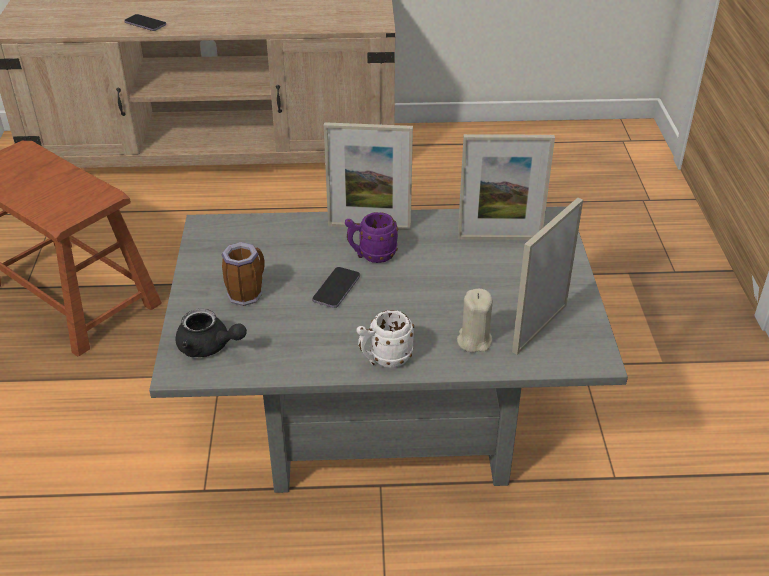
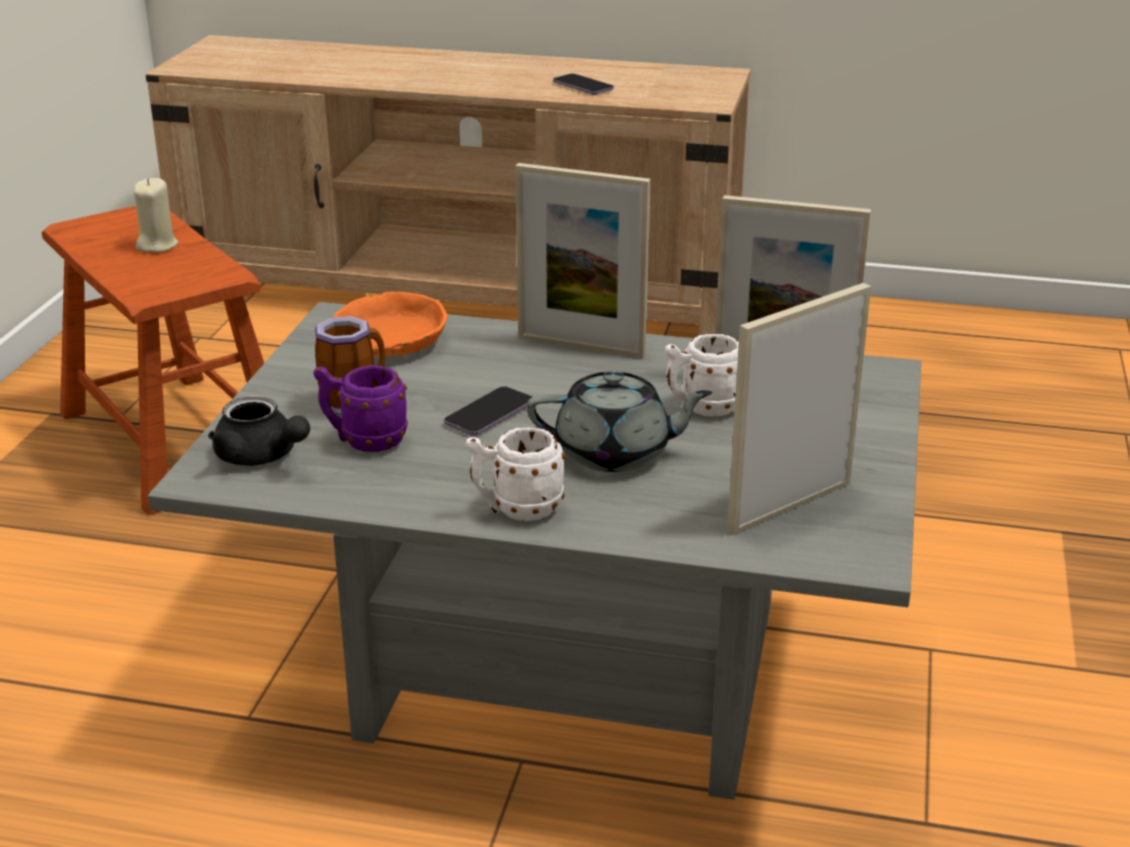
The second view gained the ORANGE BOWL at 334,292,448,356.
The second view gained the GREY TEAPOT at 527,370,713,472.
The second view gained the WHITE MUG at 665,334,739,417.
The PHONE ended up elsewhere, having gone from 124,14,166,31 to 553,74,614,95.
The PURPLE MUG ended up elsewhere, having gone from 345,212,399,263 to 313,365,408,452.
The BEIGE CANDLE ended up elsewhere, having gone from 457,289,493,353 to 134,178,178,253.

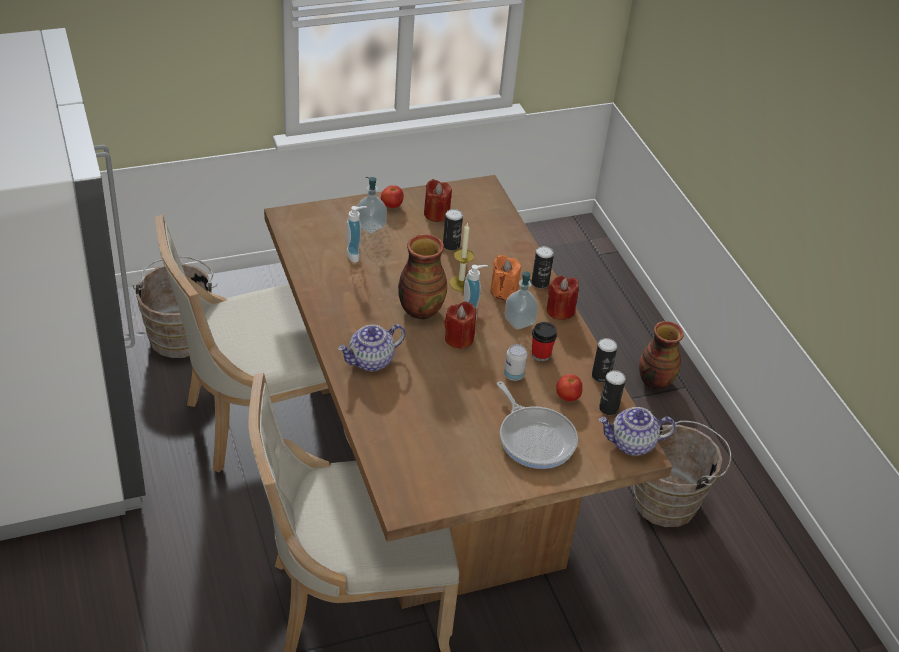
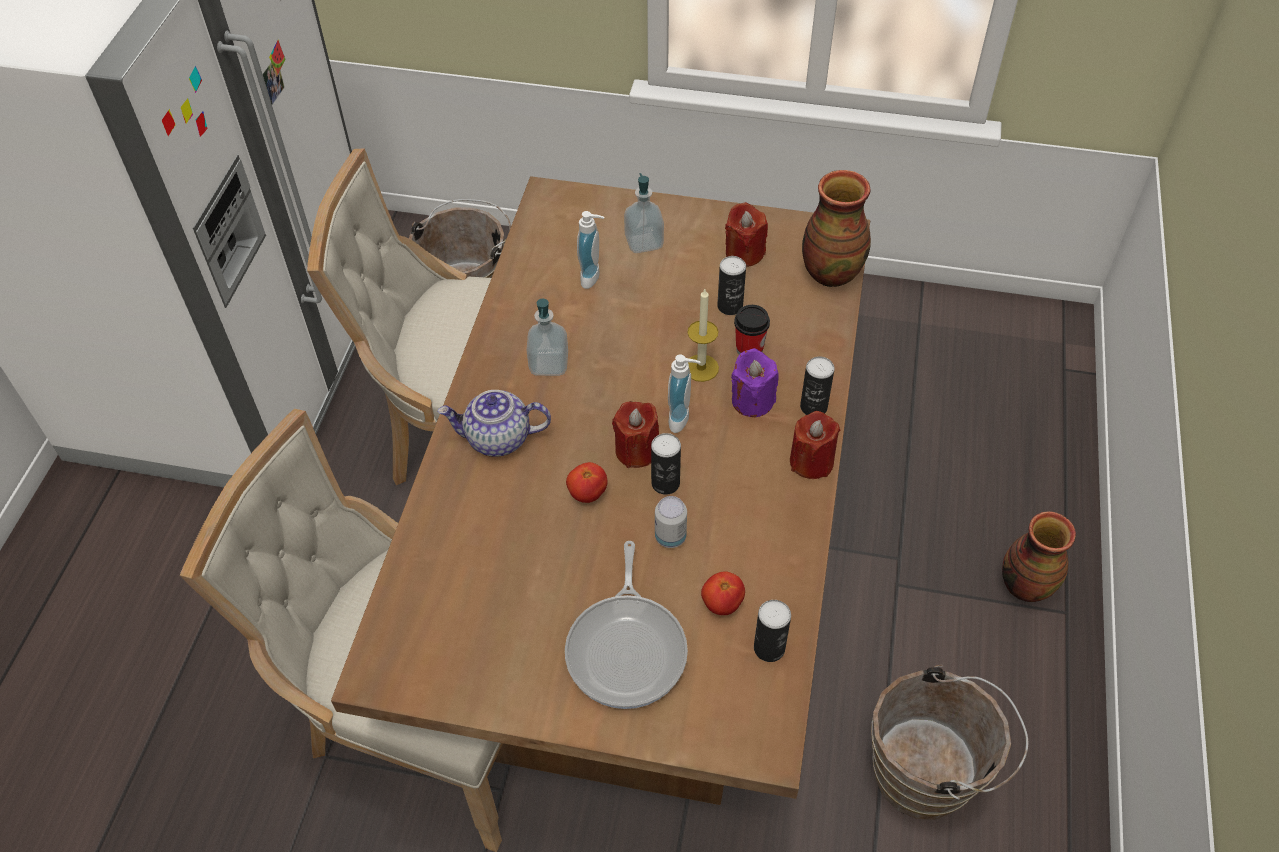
The second view lost the TEAPOT at 598,407,676,456.
The TOMATO ended up elsewhere, having gone from 381,185,404,208 to 566,462,608,503.
The VASE ended up elsewhere, having gone from 398,234,447,319 to 802,170,871,287.
The SOAP DISPENSER ended up elsewhere, having gone from 505,271,538,330 to 526,299,568,376.
The CUP ended up elsewhere, having gone from 532,322,557,362 to 734,305,770,355.
The CAN ended up elsewhere, having gone from 592,338,617,382 to 651,433,681,495.
What was the ORANGE CANDLE at 490,255,521,300 turned into the PURPLE CANDLE at 731,348,779,417.

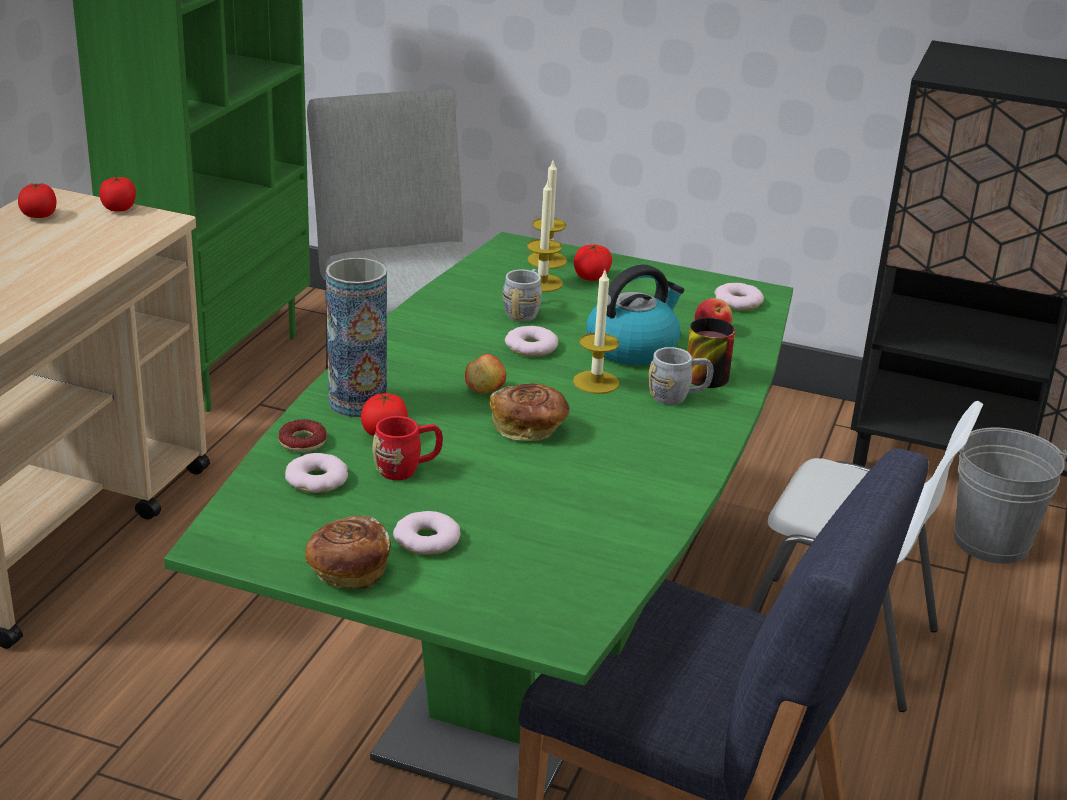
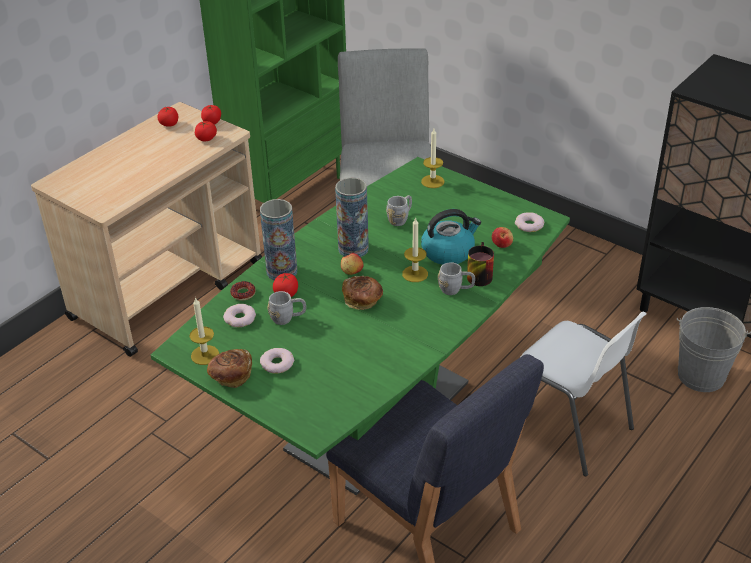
The second view lost the DONUT at 505,326,558,357.
The second view gained the VASE at 335,178,369,257.
The CANDLE ended up elsewhere, having gone from 527,179,563,292 to 189,297,219,365.
The TOMATO ended up elsewhere, having gone from 574,244,612,281 to 195,121,217,142.
What was the RED MUG at 372,416,443,480 turned into the GREY MUG at 267,291,306,325.

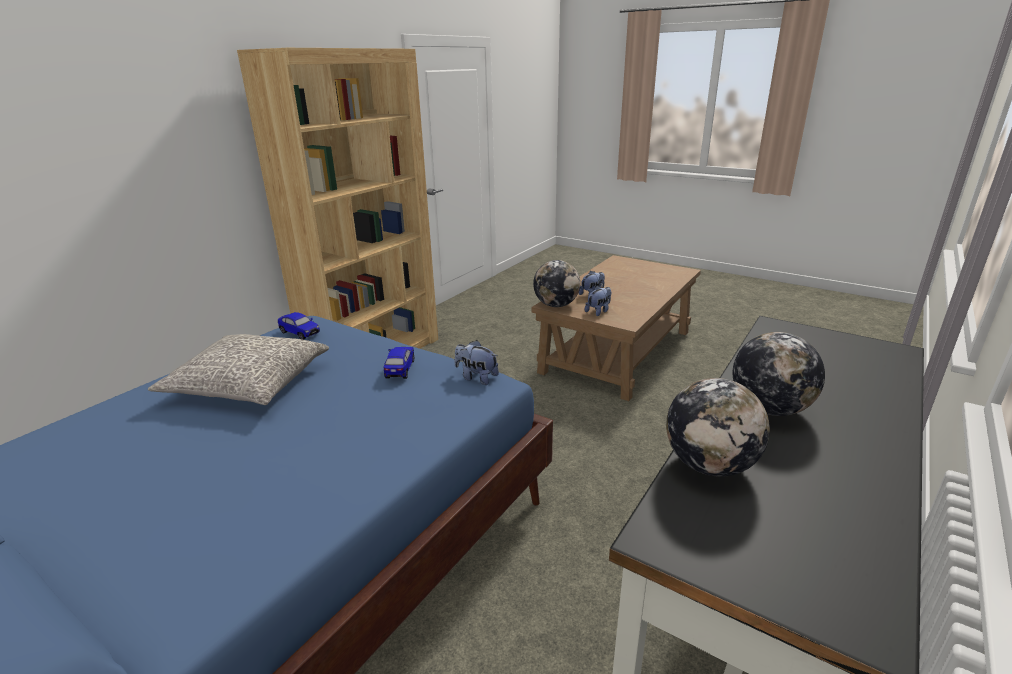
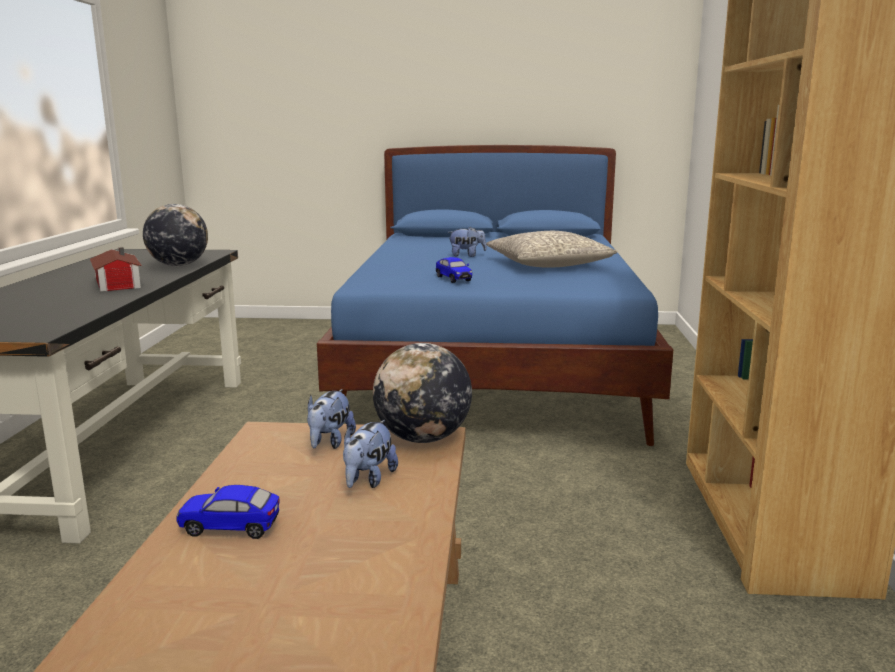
The TOY CAR ended up elsewhere, having gone from 278,312,320,340 to 176,485,279,539.
The PLUSH TOY ended up elsewhere, having gone from 454,340,499,385 to 448,227,487,257.
Where the GLOBE stood at 733,332,825,416, the TOY HOUSE came to stand at 90,247,142,292.

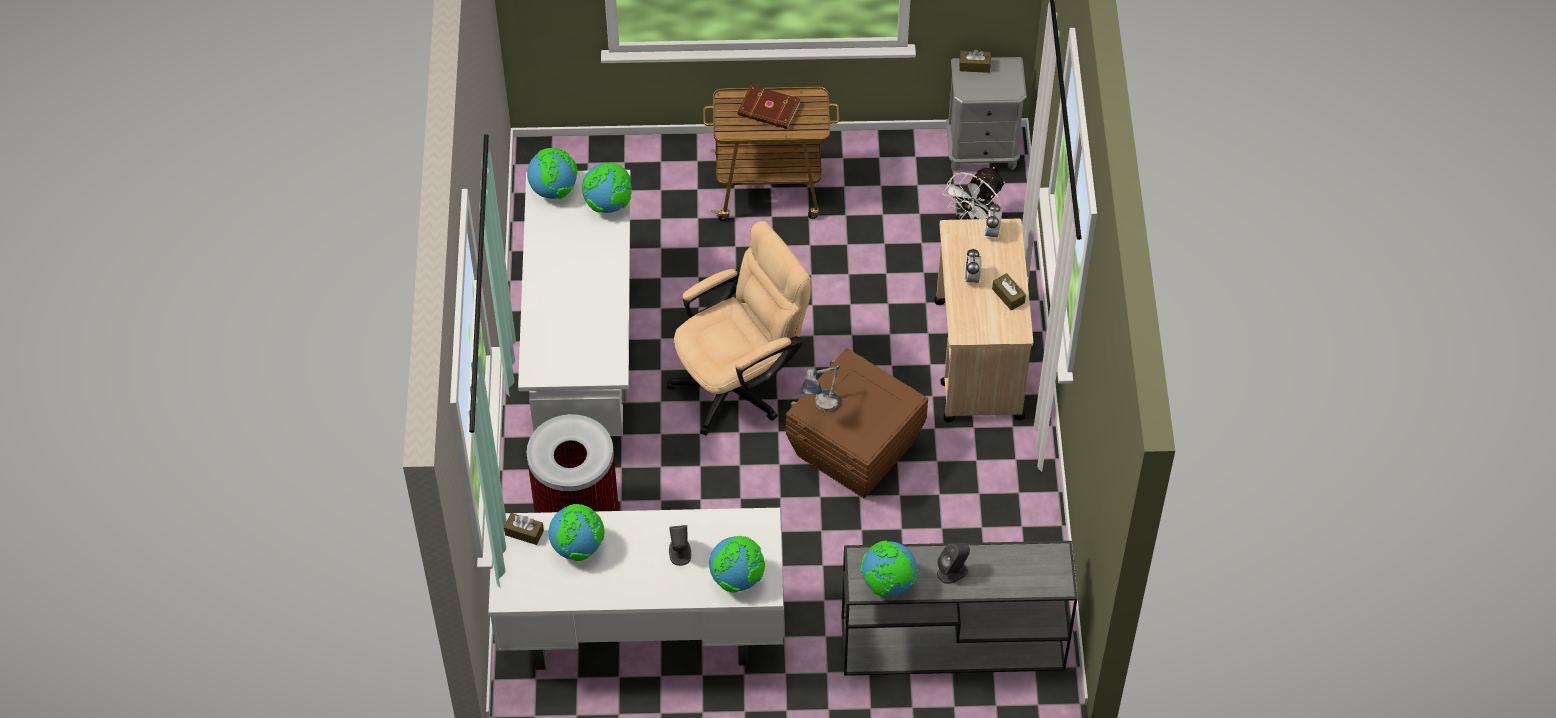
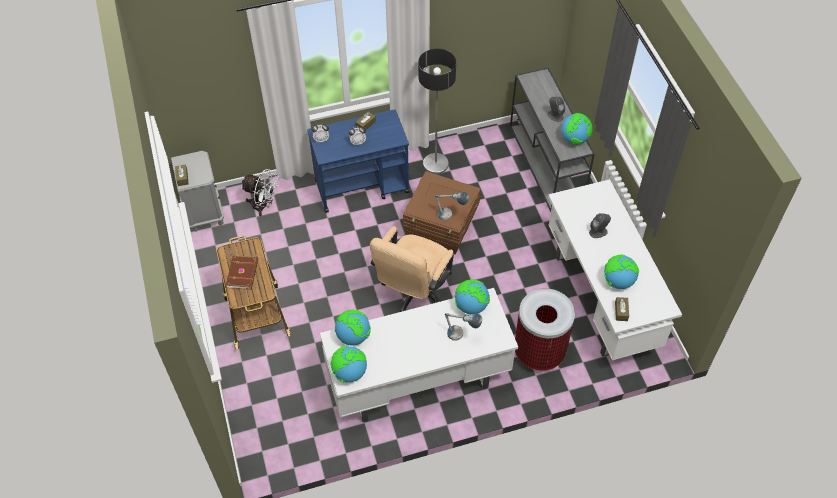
The second view gained the FLOOR LAMP at 418,49,456,174.
The second view gained the TABLE LAMP at 445,313,482,341.
The GLOBE ended up elsewhere, having gone from 709,536,765,593 to 454,279,490,315.
What was the BEIGE CART at 935,219,1033,422 turned into the BLUE CART at 307,109,409,213.
The BEIGE OFFICE CHAIR at 666,221,811,436 ended up facing another way, 105 degrees counterclockwise from before.

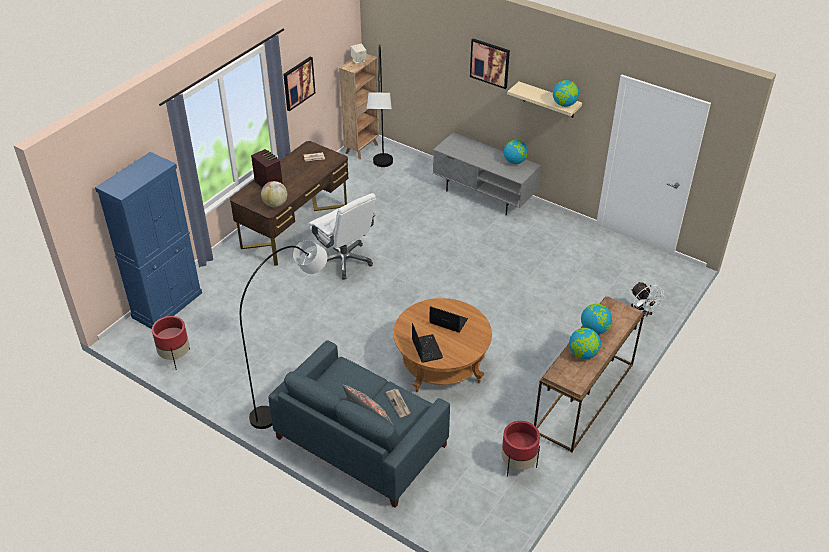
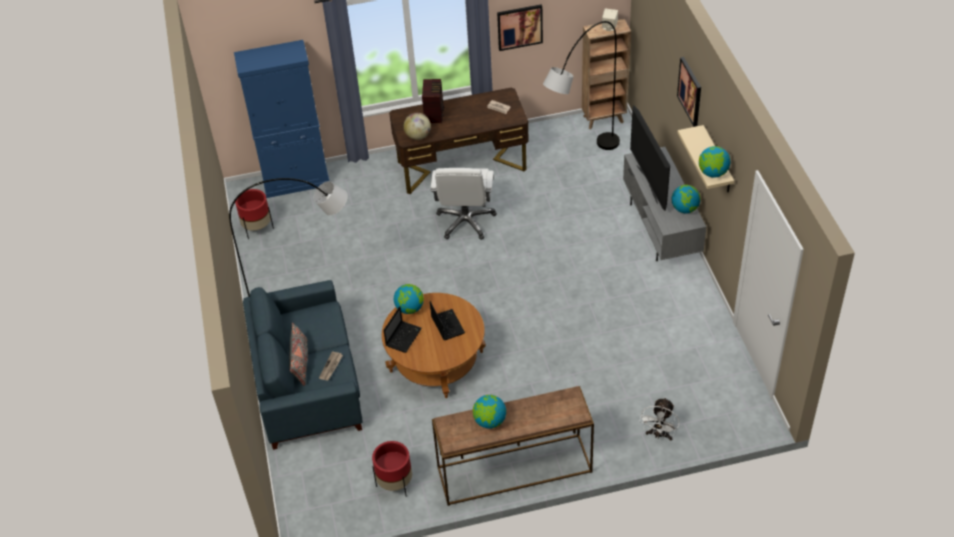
The second view gained the TELEVISION at 630,105,670,210.
The GLOBE ended up elsewhere, having gone from 581,304,612,334 to 394,284,424,314.

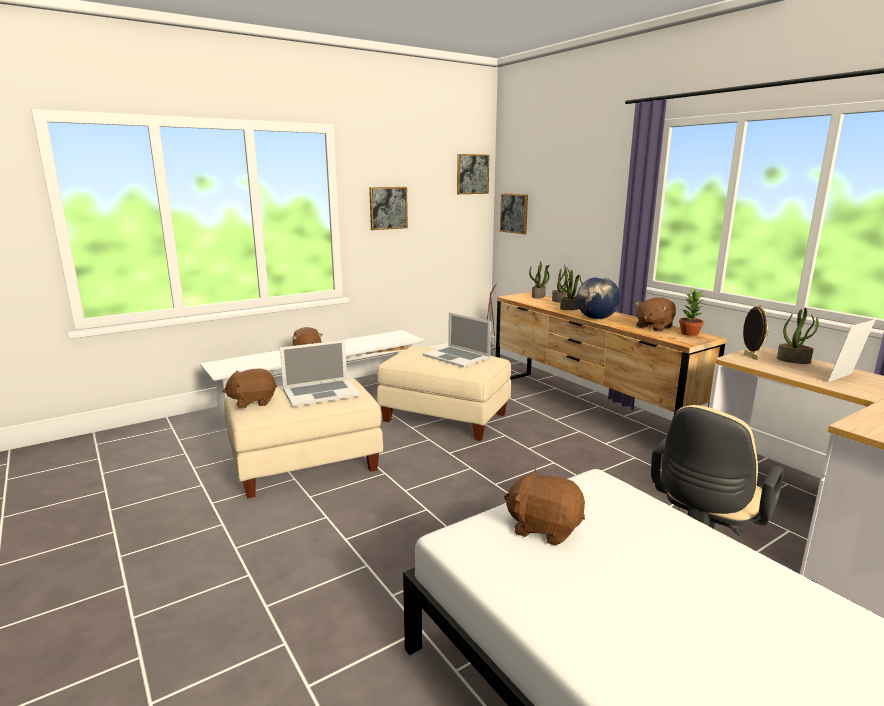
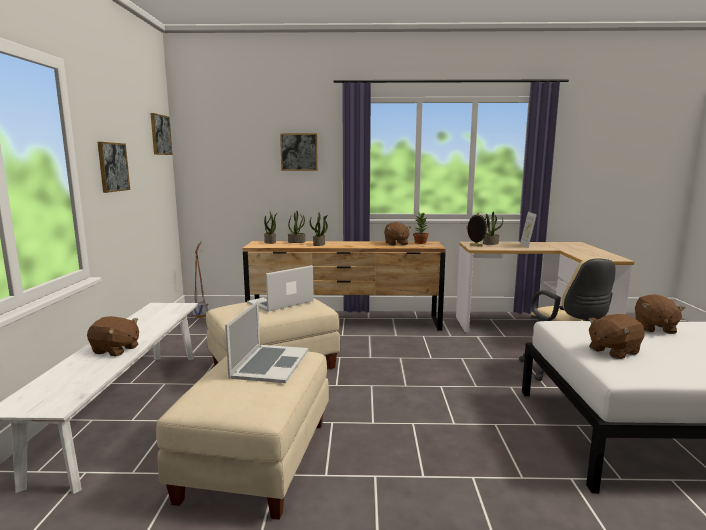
The second view lost the GLOBE at 577,277,620,319.
The BROWN PLUSH TOY ended up elsewhere, having gone from 223,369,277,408 to 635,294,685,334.
The PICTURE ended up elsewhere, having gone from 500,193,528,234 to 280,133,318,171.
The LAPTOP at 423,312,491,368 ended up facing another way, 150 degrees clockwise from before.

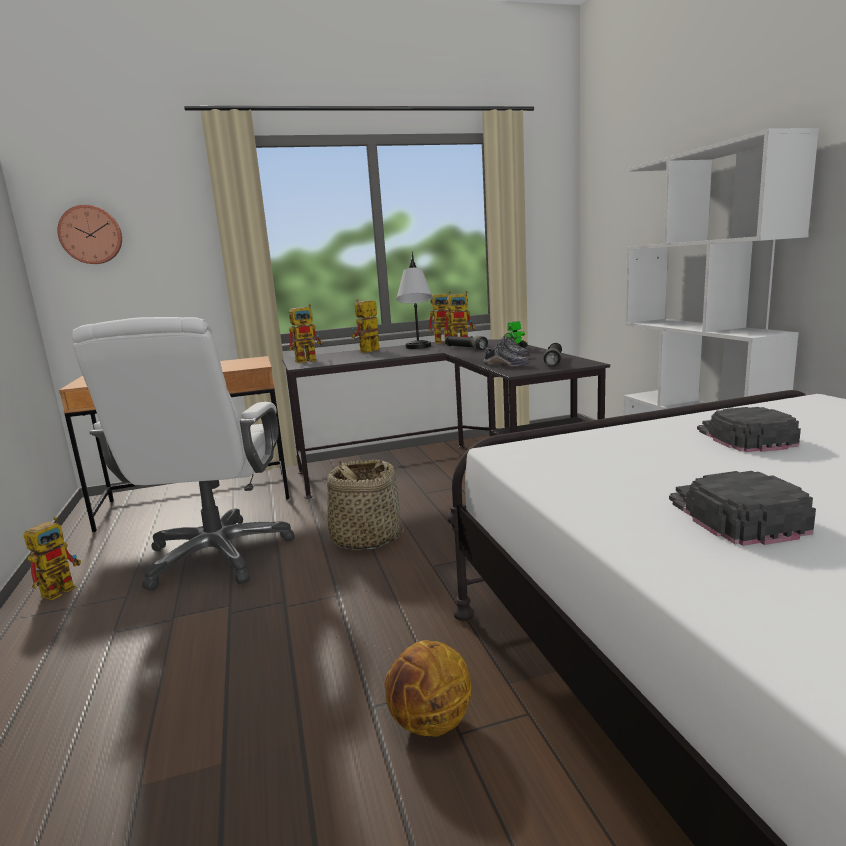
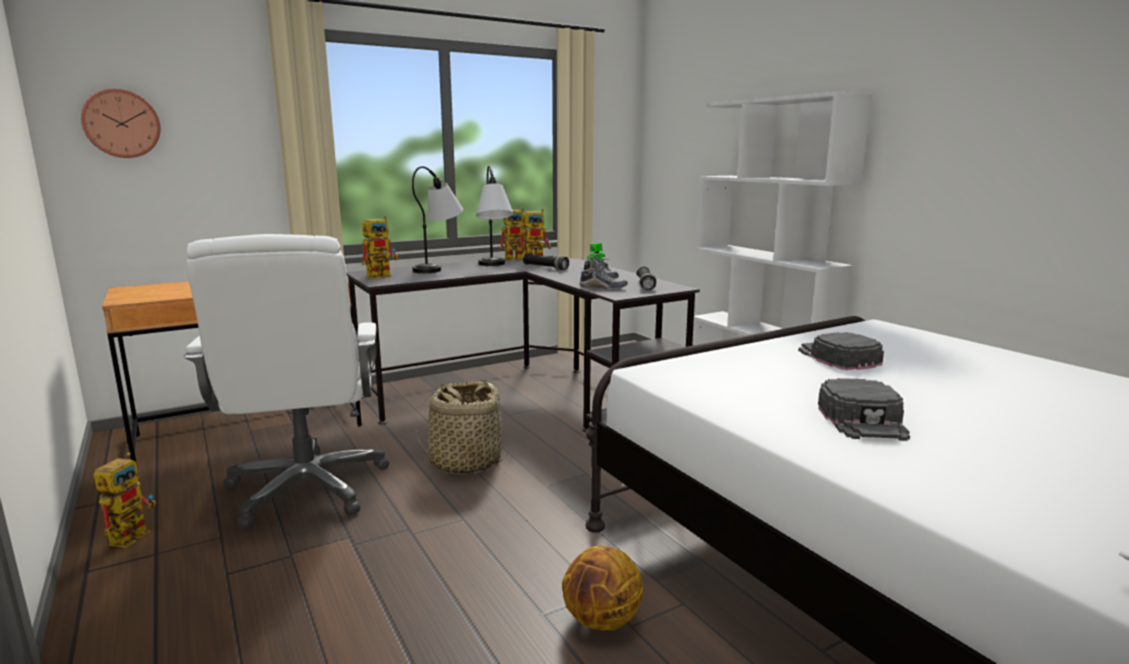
Where the TOY ROBOT stood at 351,299,380,352, the TABLE LAMP came to stand at 412,166,463,273.
The BLACK CAP at 669,471,816,546 ended up facing another way, 150 degrees counterclockwise from before.

